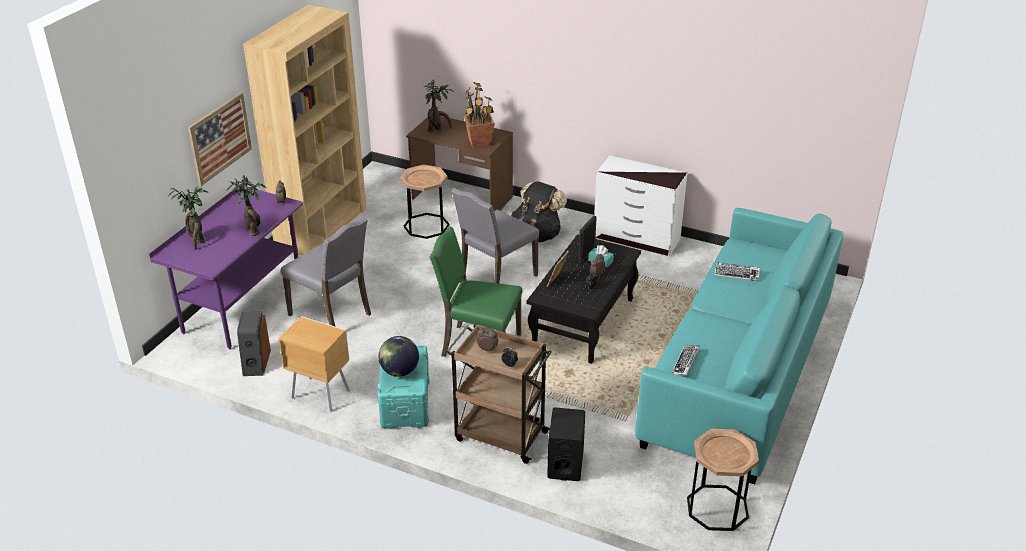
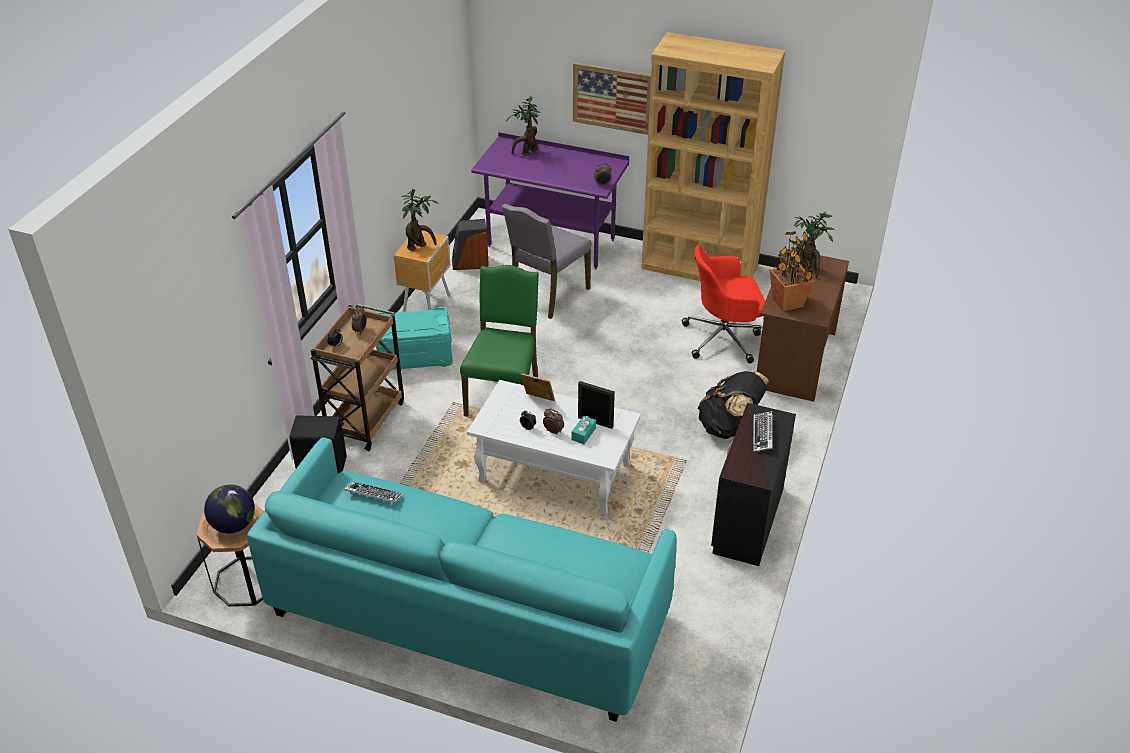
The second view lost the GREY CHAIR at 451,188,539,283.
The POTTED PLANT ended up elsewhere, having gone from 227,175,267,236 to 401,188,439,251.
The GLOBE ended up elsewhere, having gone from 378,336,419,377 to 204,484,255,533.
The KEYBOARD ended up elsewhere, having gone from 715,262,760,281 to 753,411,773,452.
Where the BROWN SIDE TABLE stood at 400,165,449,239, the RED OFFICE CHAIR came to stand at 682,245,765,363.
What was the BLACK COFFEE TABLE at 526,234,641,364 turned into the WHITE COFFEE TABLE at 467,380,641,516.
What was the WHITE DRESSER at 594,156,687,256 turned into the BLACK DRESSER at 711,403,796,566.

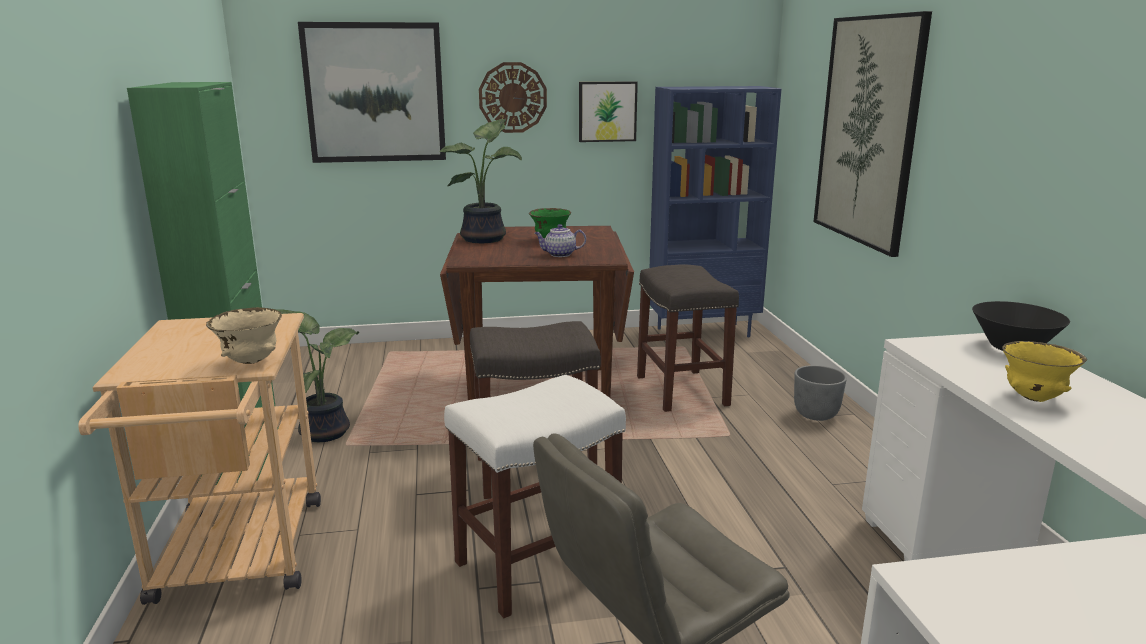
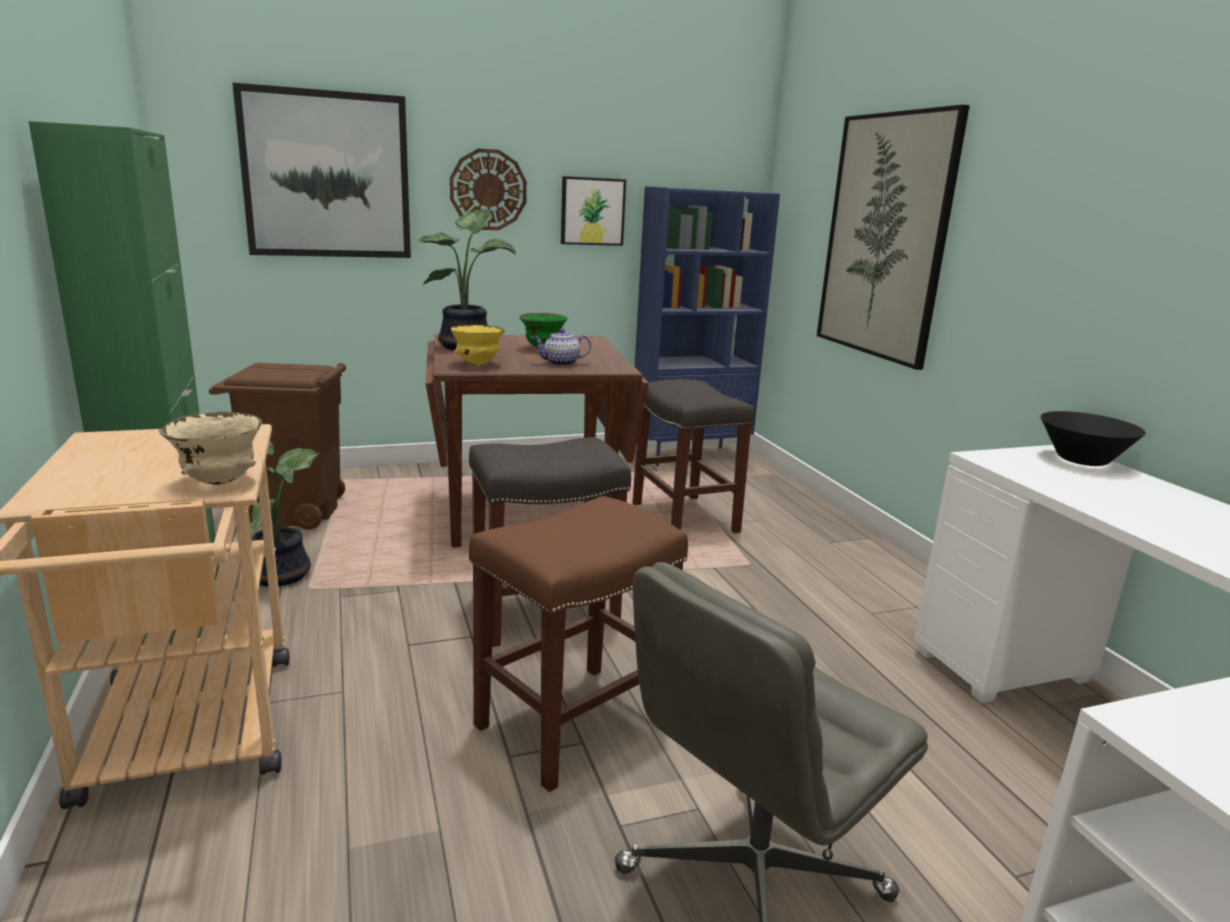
The second view lost the GREY PLANTER at 794,365,847,421.
The second view gained the BROWN TRASH CAN at 209,363,346,530.
The YELLOW BOWL ended up elsewhere, having gone from 1002,341,1087,402 to 450,325,505,365.
What was the WHITE STOOL at 444,375,626,618 turned into the BROWN STOOL at 469,496,688,792.

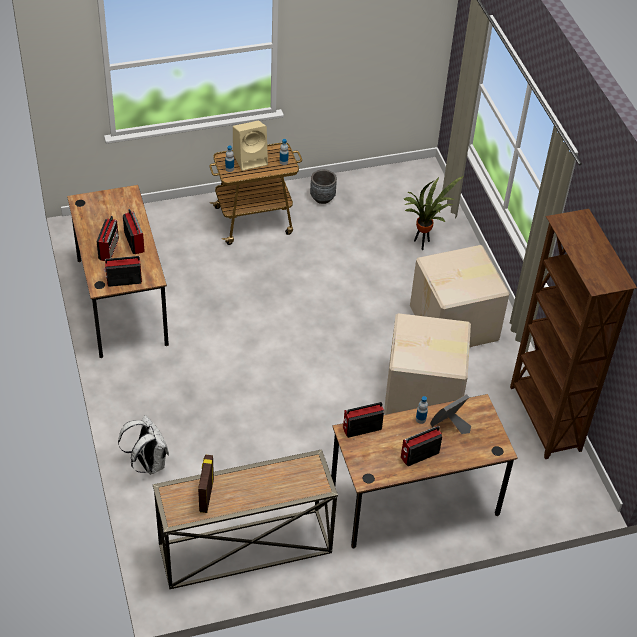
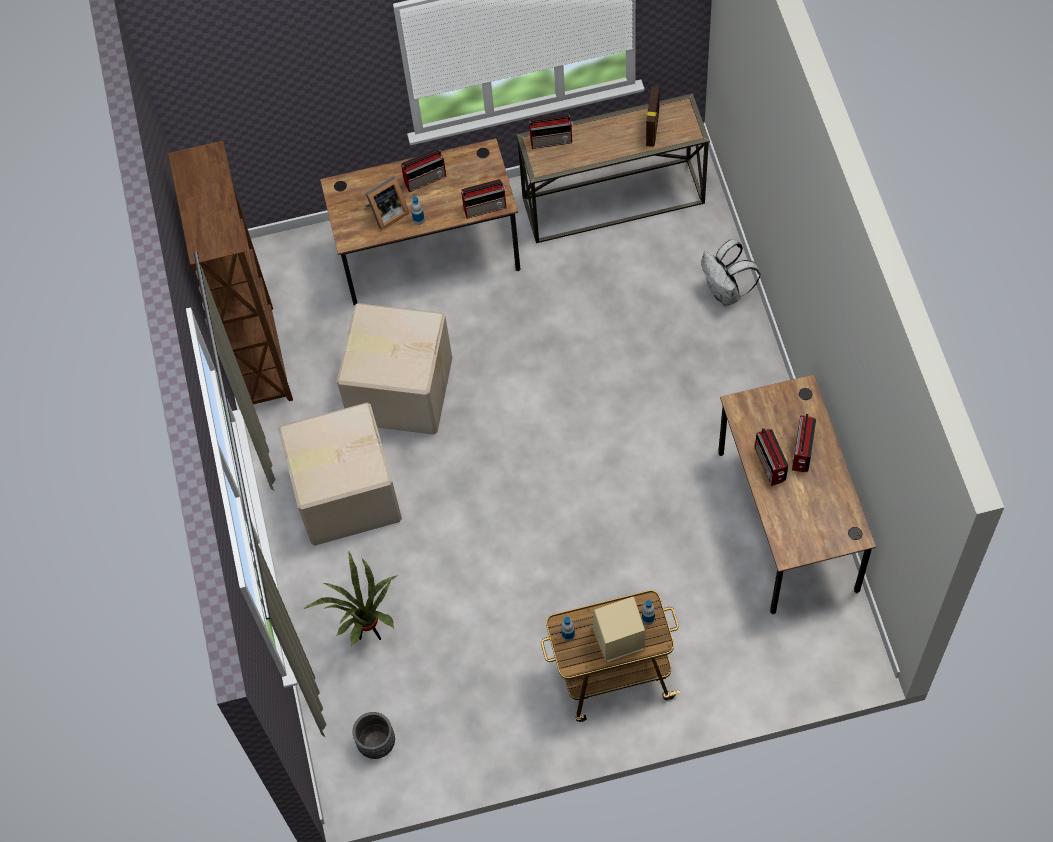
The RADIO ended up elsewhere, having gone from 104,256,142,287 to 529,113,573,149.
The GREY PLANTER ended up elsewhere, having gone from 310,169,337,204 to 353,712,395,759.

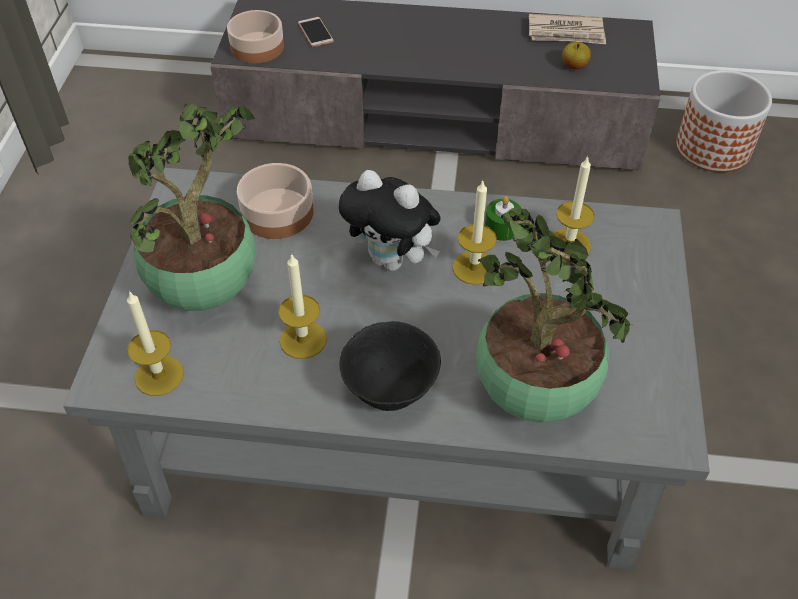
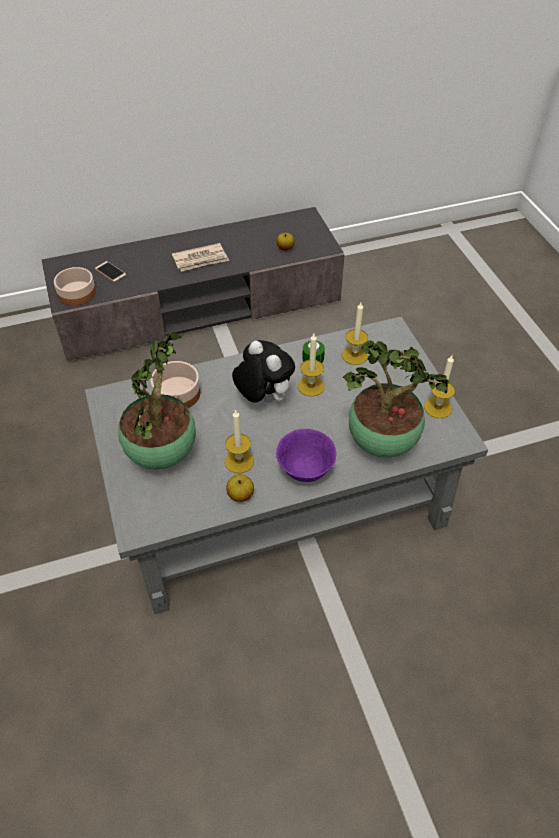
The second view lost the PLANTER at 676,70,772,172.
The second view gained the APPLE at 226,475,254,502.
The CANDLE ended up elsewhere, having gone from 127,291,184,396 to 424,355,455,418.
The NEWSPAPER ended up elsewhere, having gone from 529,14,606,44 to 172,243,229,272.
What was the BLACK BOWL at 339,321,441,411 turned into the PURPLE BOWL at 276,429,336,482.
The PLUSH TOY at 339,170,441,271 ended up facing another way, 135 degrees counterclockwise from before.

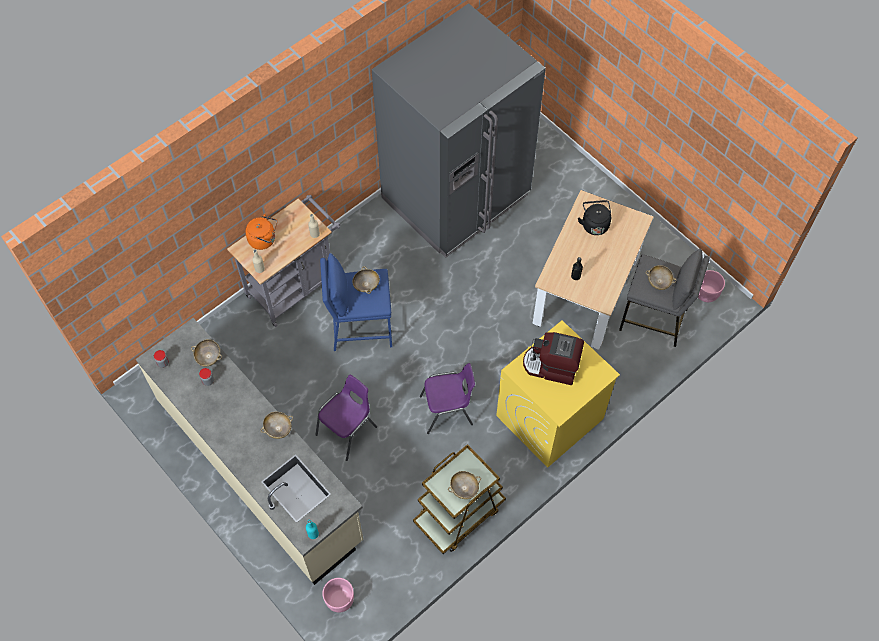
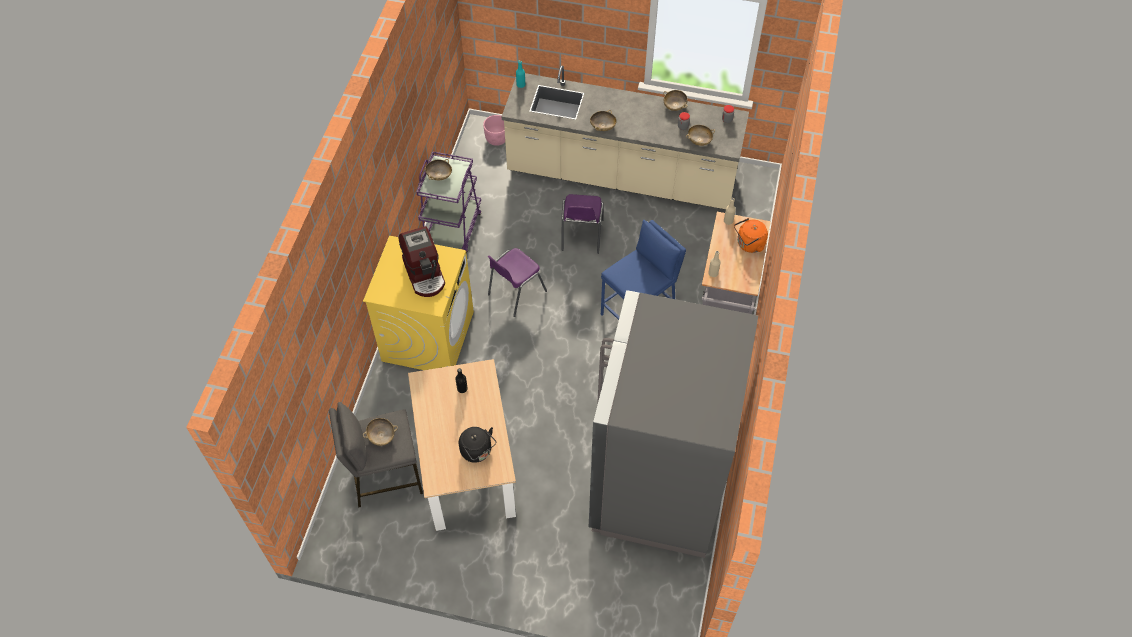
The second view lost the PINK PLANTER at 698,270,725,302.
The BEIGE BOWL ended up elsewhere, having gone from 353,266,380,294 to 663,90,688,111.
What was the BROWN CART at 413,444,506,554 turned into the PURPLE CART at 416,151,482,253.
The COFFEE MACHINE at 523,332,584,385 ended up facing another way, 90 degrees clockwise from before.

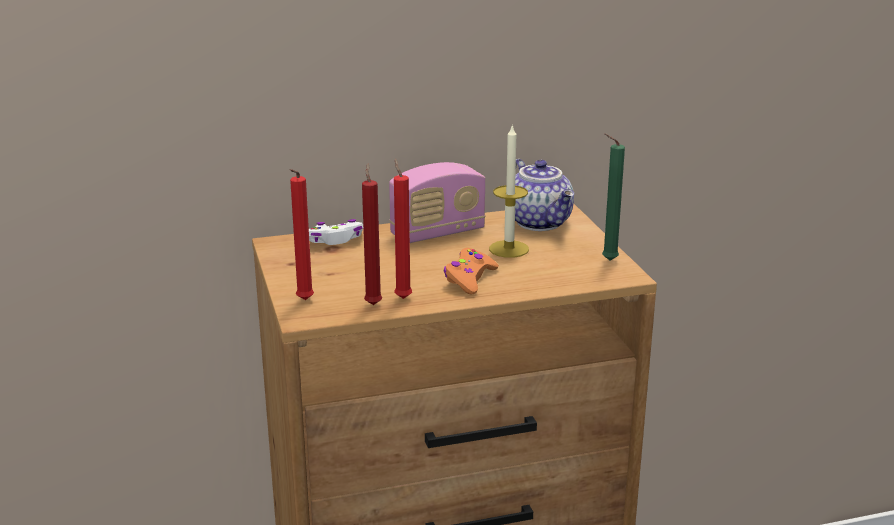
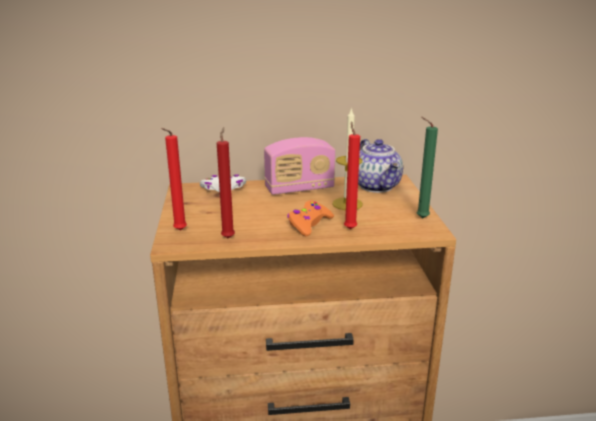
The RED CANDLE ended up elsewhere, having gone from 394,158,412,299 to 344,121,360,229.

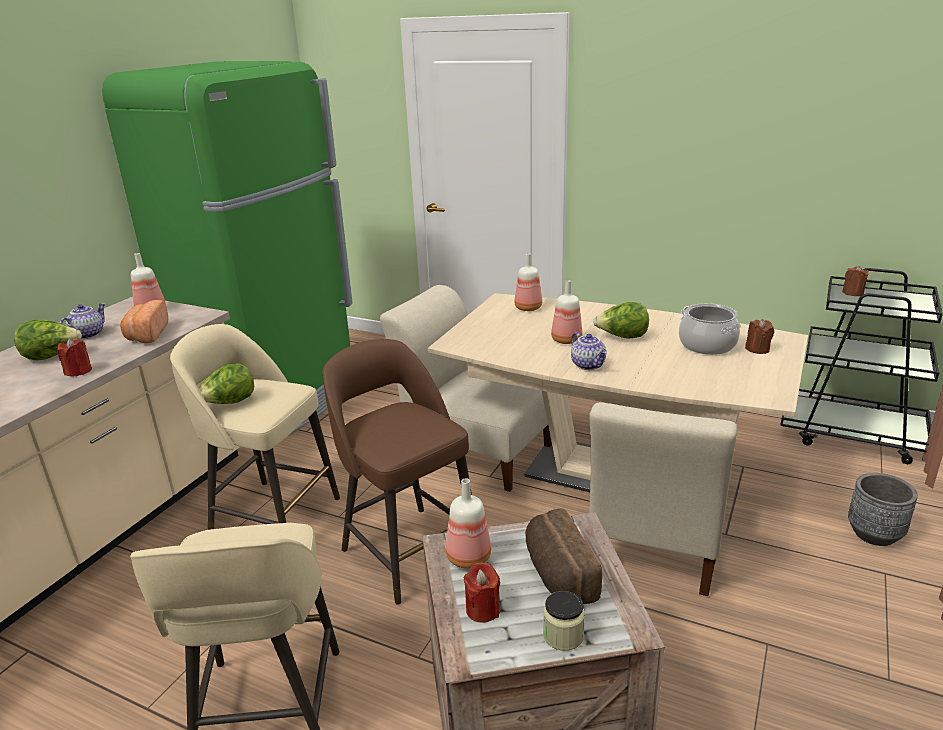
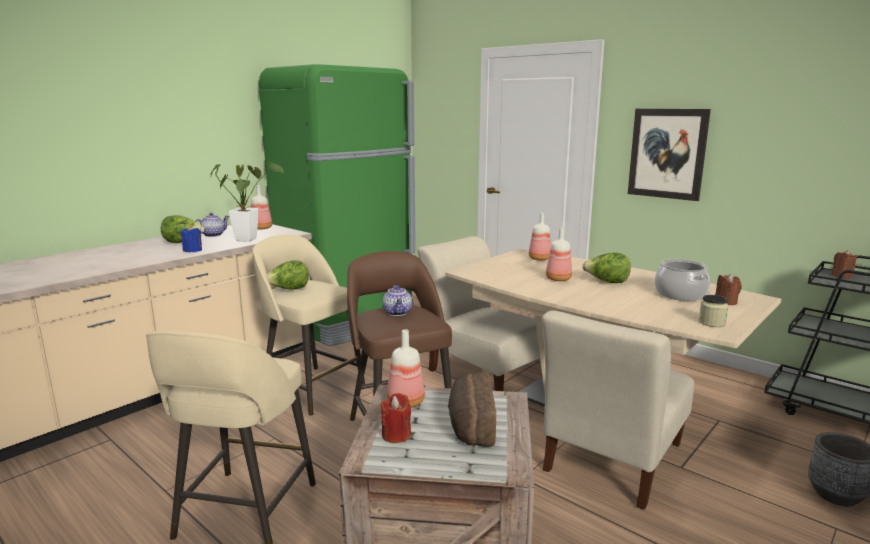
The second view gained the PICTURE at 628,109,711,201.
The JAR ended up elsewhere, having gone from 543,591,585,651 to 699,295,729,327.
The TEAPOT ended up elsewhere, having gone from 571,332,607,370 to 383,285,412,316.
Where the BREAD stood at 120,300,168,343, the POTTED PLANT came to stand at 210,161,284,242.
What was the RED CANDLE at 57,338,92,376 turned into the BLUE CANDLE at 181,226,202,252.

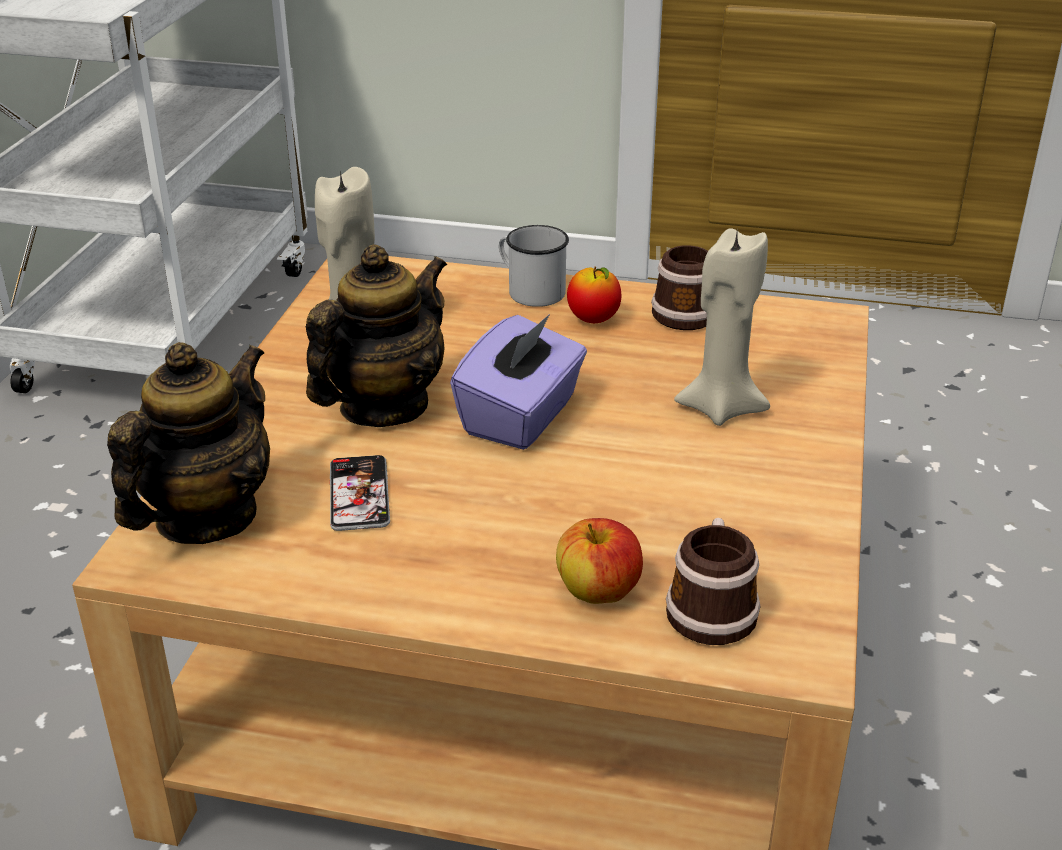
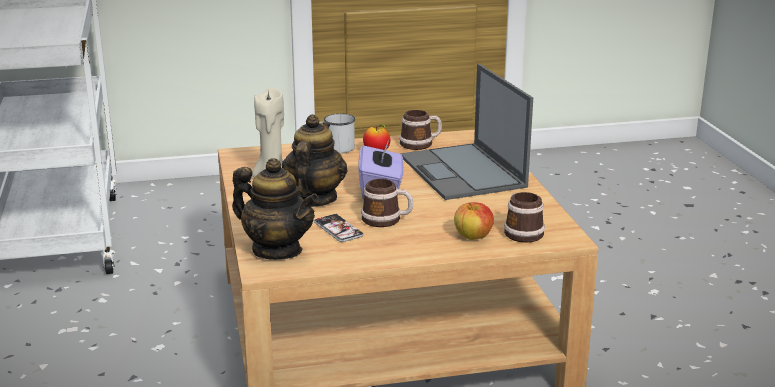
The second view gained the MUG at 361,179,413,227.
Where the BEIGE CANDLE stood at 674,228,770,426, the LAPTOP came to stand at 400,64,533,200.
The TEAPOT at 107,342,270,544 ended up facing another way, 120 degrees clockwise from before.

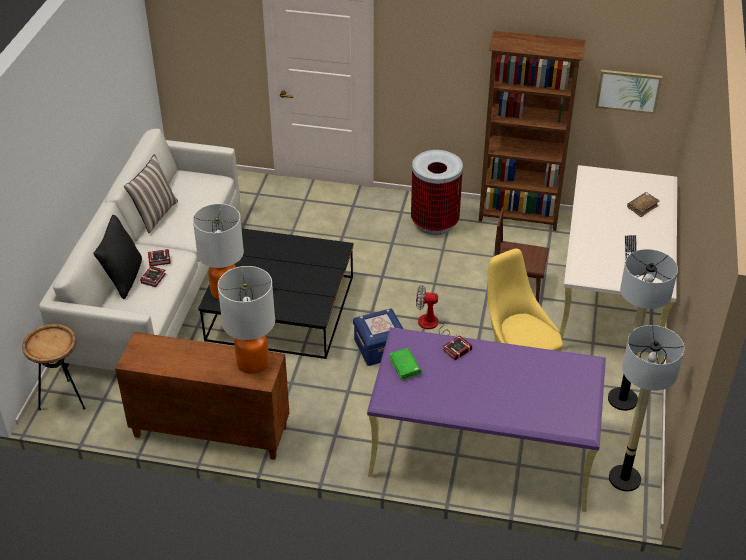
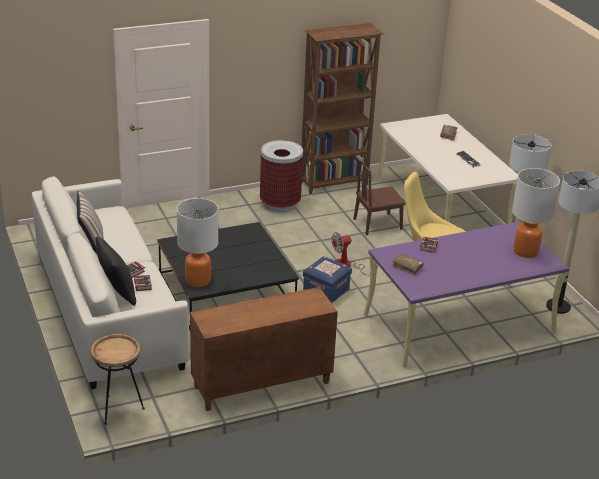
The second view lost the PICTURE at 596,70,662,114.
The TABLE LAMP ended up elsewhere, having gone from 218,266,275,374 to 512,168,560,258.
What was the GREEN BOOK at 389,348,422,381 turned into the BROWN BOOK at 392,253,424,276.

